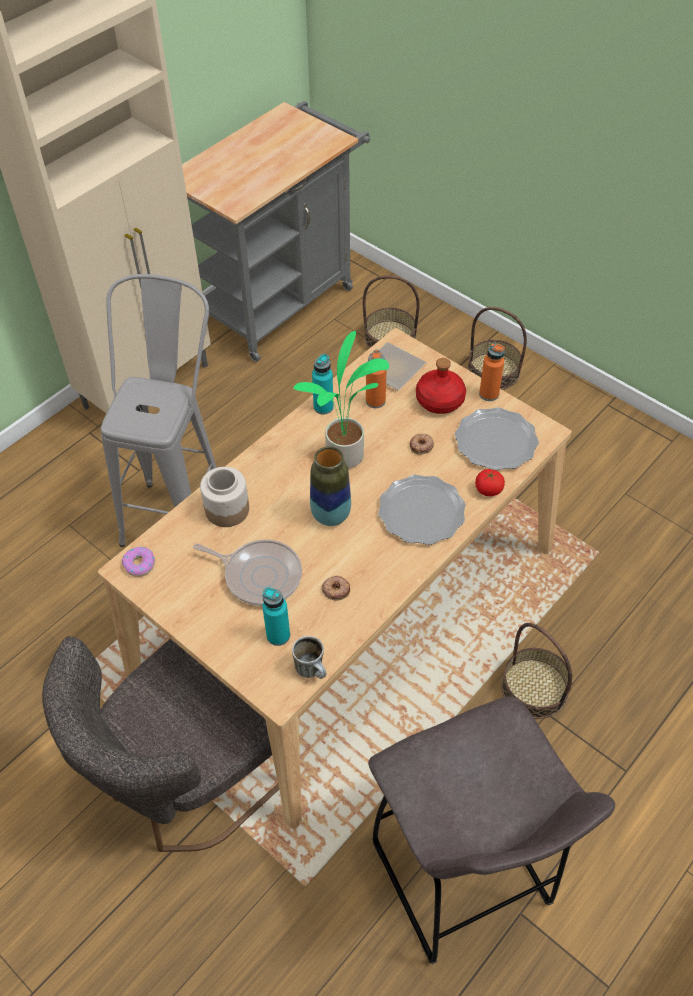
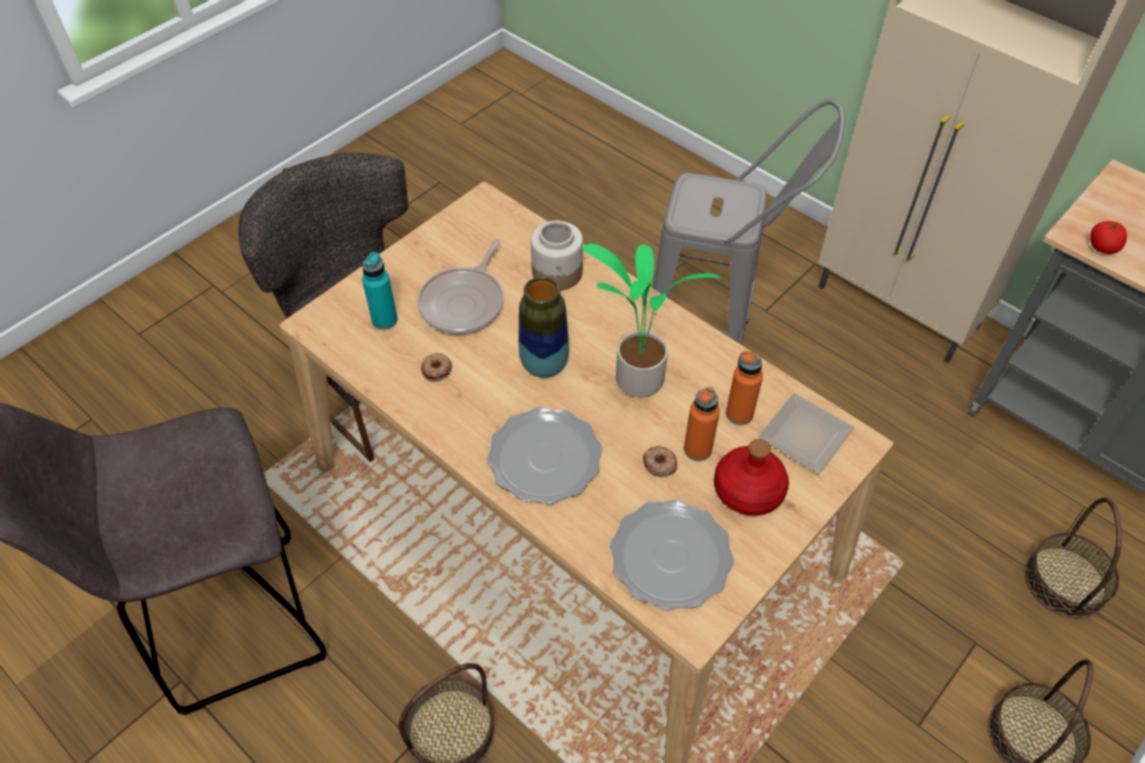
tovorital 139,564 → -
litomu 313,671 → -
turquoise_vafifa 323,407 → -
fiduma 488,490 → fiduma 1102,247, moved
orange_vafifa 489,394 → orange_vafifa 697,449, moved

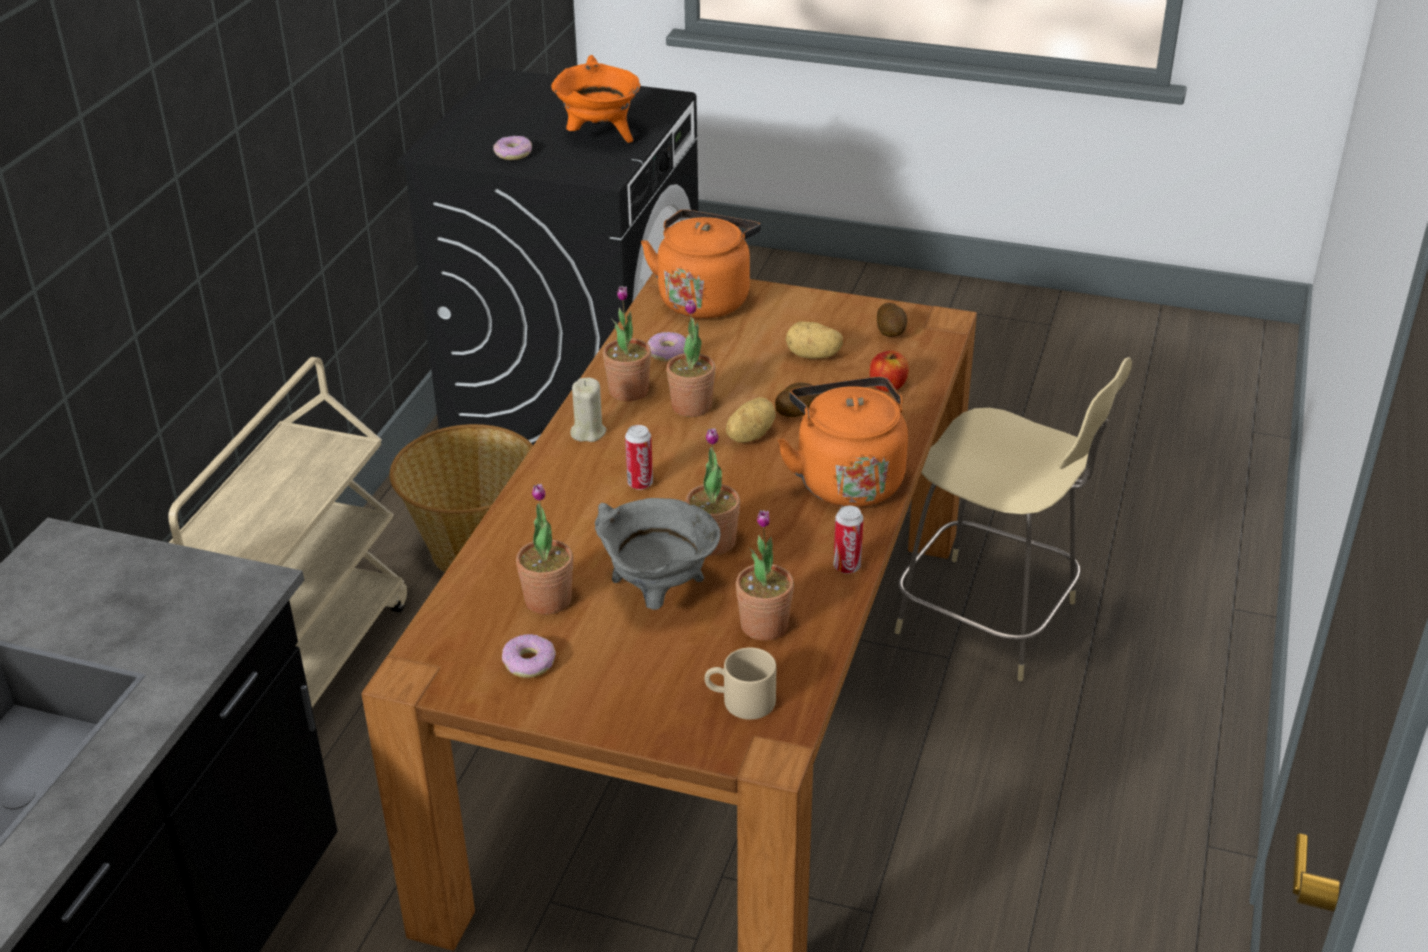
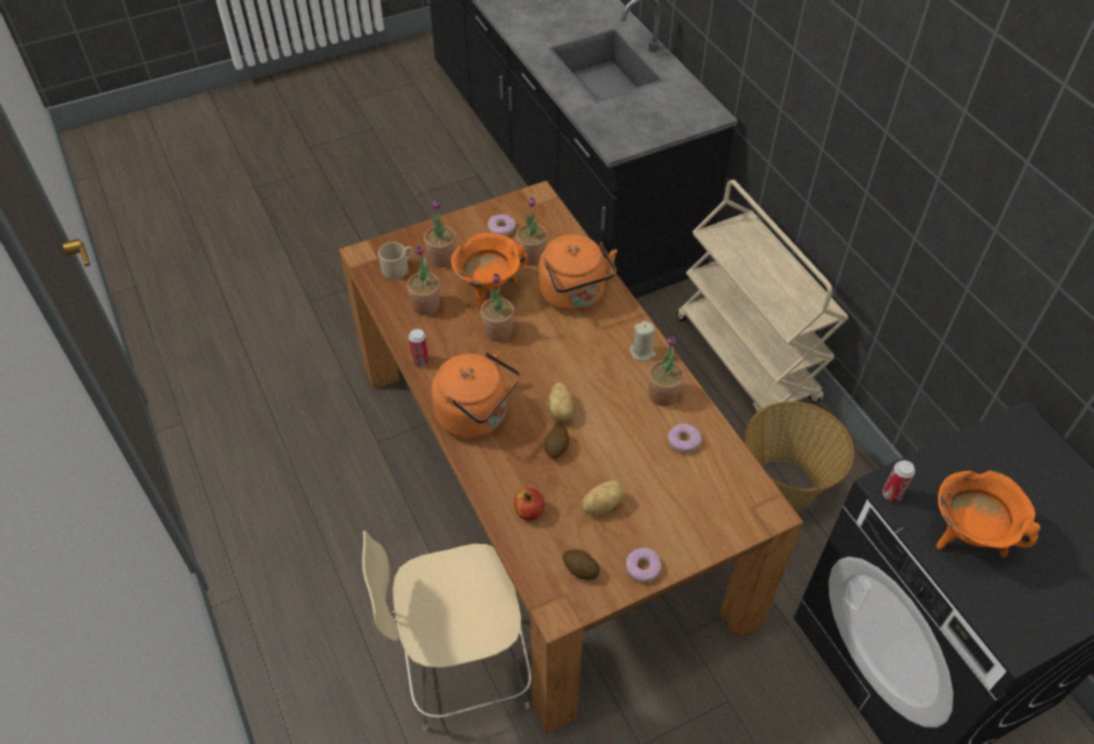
tovorital 513,154 → tovorital 642,568, moved
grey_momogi 659,594 → orange_momogi 489,289
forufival 640,484 → forufival 891,494, moved
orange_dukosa 705,298 → orange_dukosa 574,296, moved
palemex 691,406 → palemex 442,258, moved

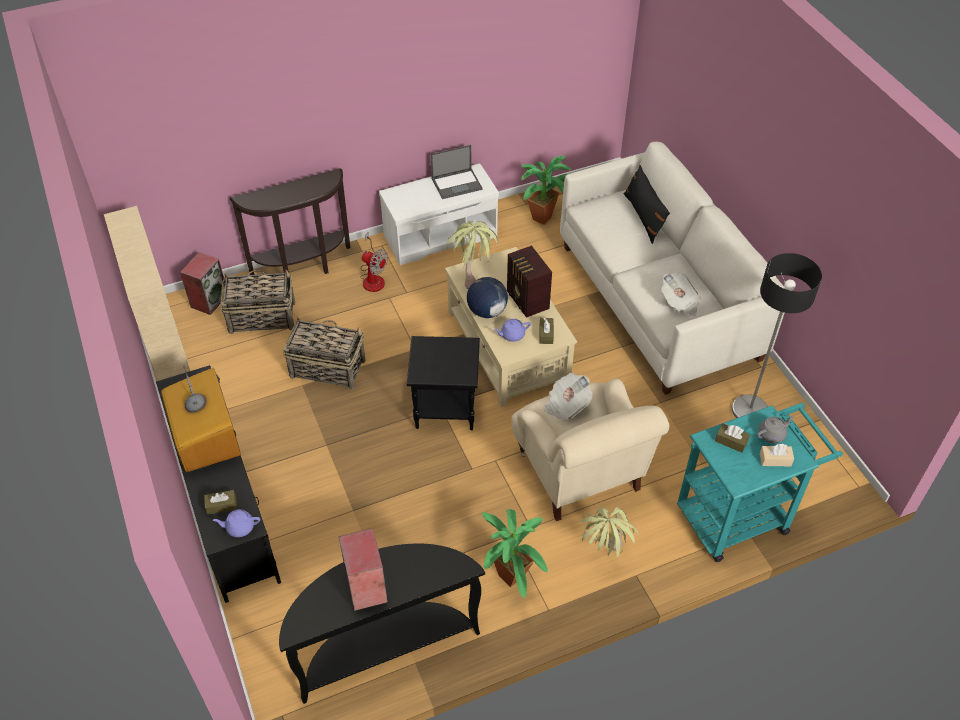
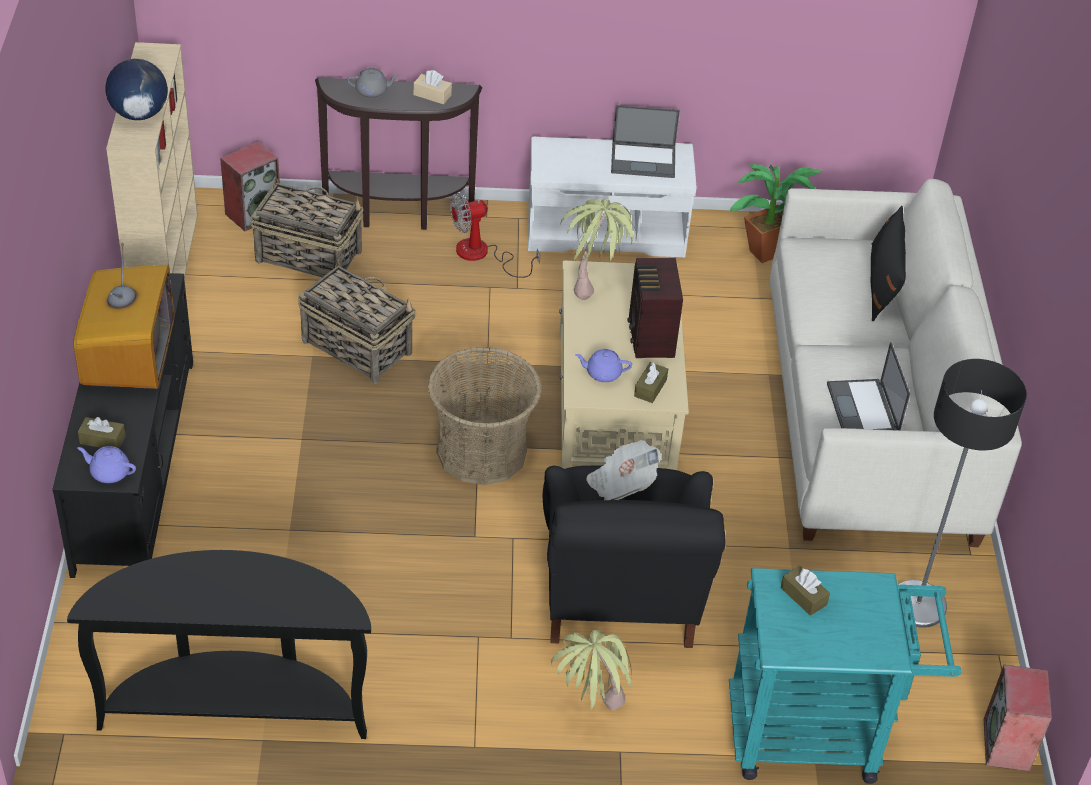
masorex 367,587 → masorex 1007,745, moved
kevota 373,278 → kevota 482,255, 105 degrees clockwise
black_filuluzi 444,410 → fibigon 481,451
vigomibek 486,311 → vigomibek 139,114, moved
palemex 512,581 → -
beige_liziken 579,473 → black_liziken 619,596
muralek 680,302 → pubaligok 863,409
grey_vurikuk 772,434 → grey_vurikuk 372,91, moved
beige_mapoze 775,459 → beige_mapoze 432,95, moved

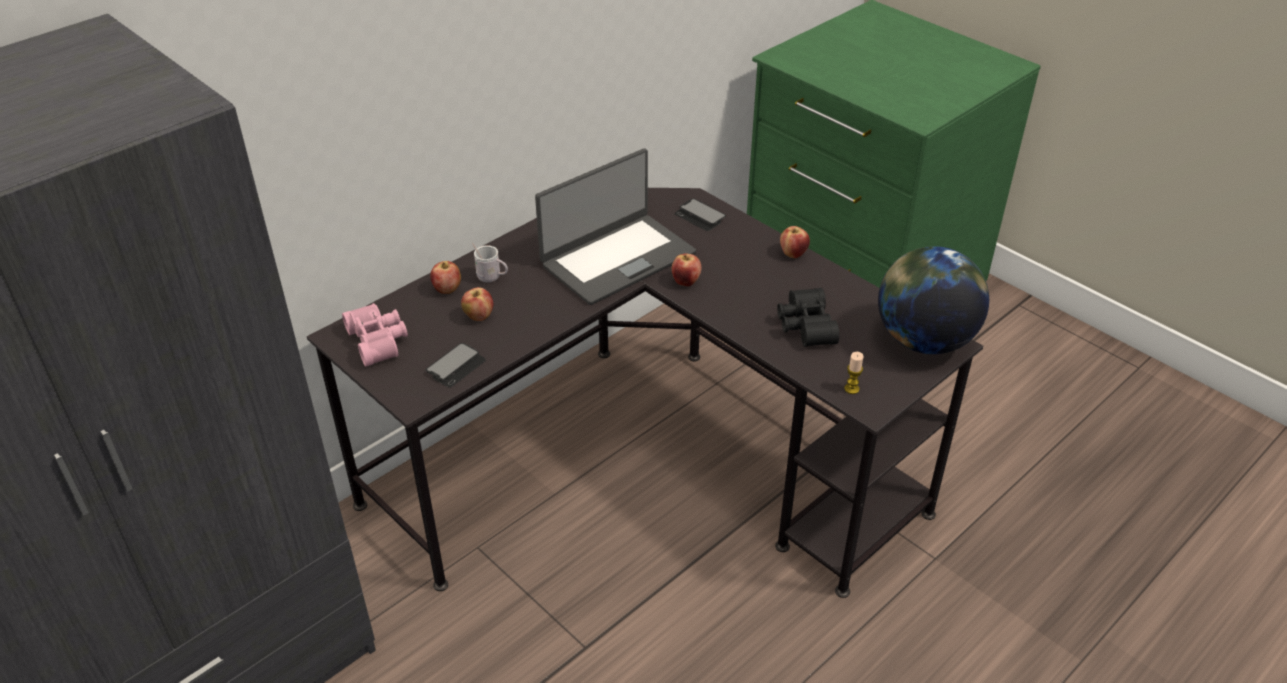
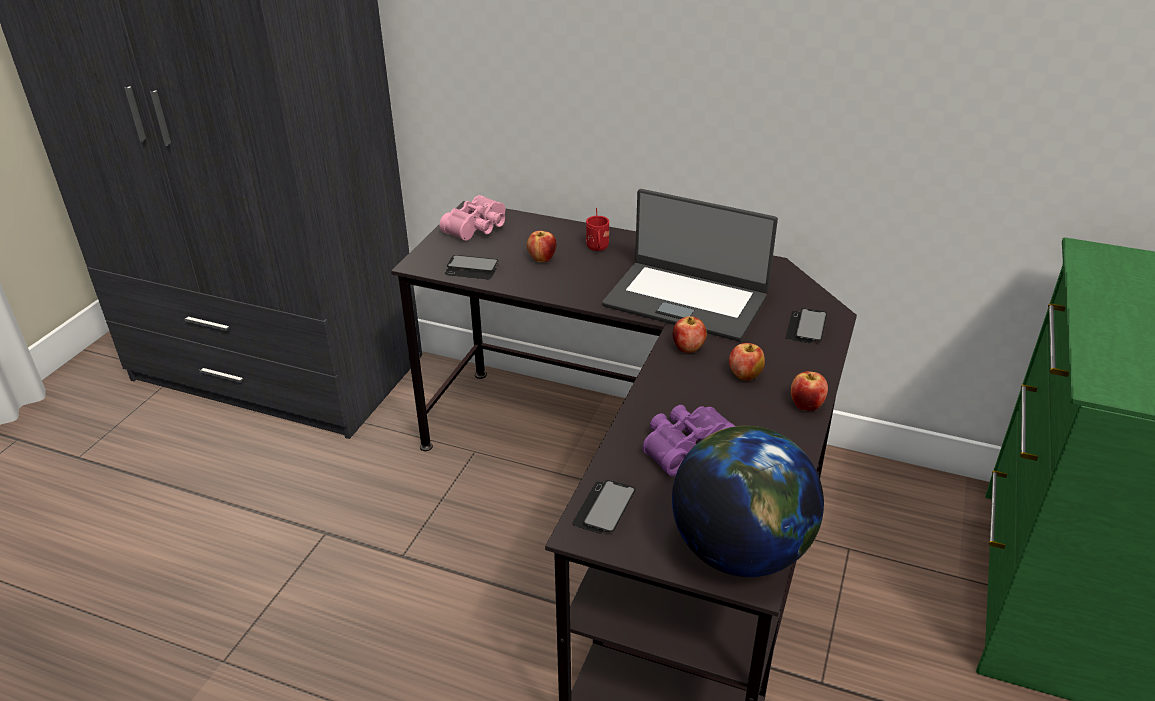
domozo 447,290 → domozo 744,376, moved
white_litomu 492,278 → red_litomu 597,249
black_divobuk 804,326 → purple_divobuk 684,445
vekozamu 851,389 → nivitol 604,508

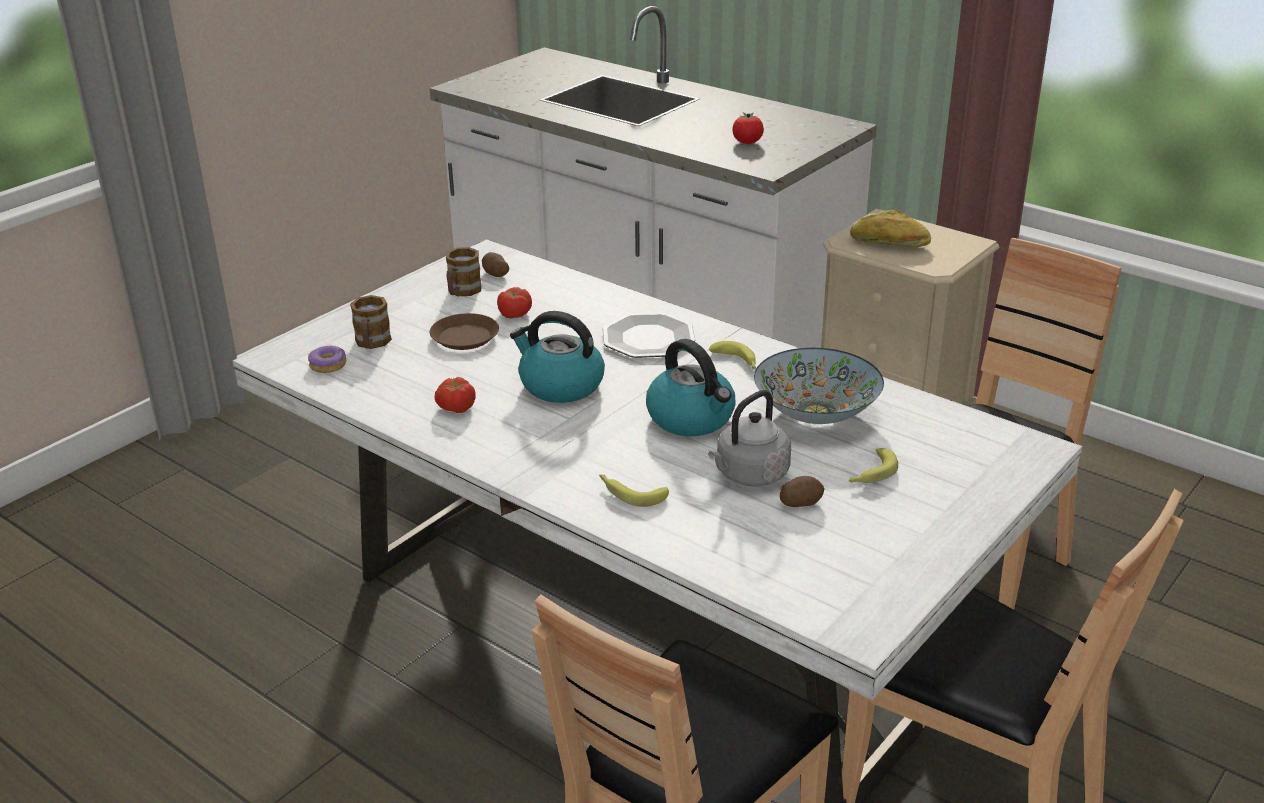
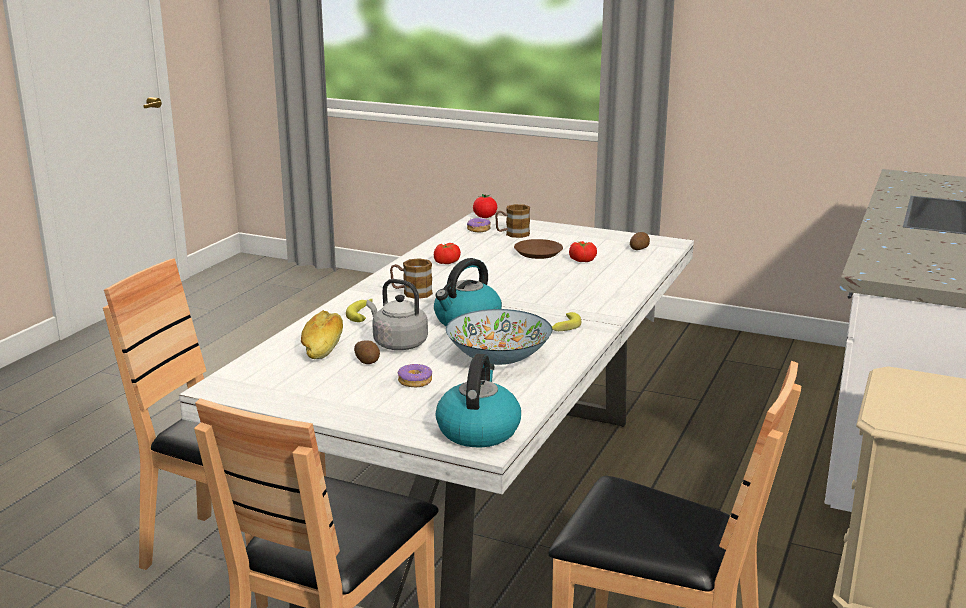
litomu 461,292 → litomu 411,293, moved
dukosa 560,385 → dukosa 478,430, moved
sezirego 648,338 → -
fiduma 747,142 → fiduma 485,217, moved
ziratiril 870,474 → tovorital 415,381
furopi 889,243 → furopi 323,347, moved

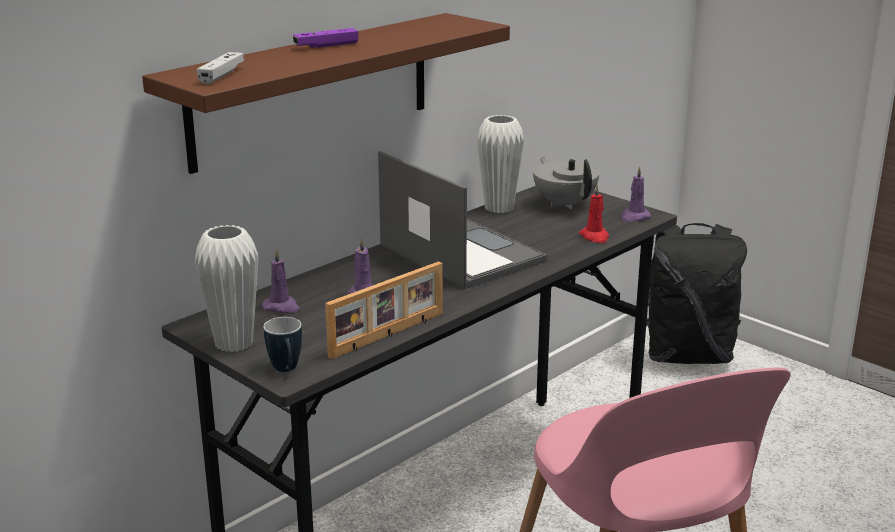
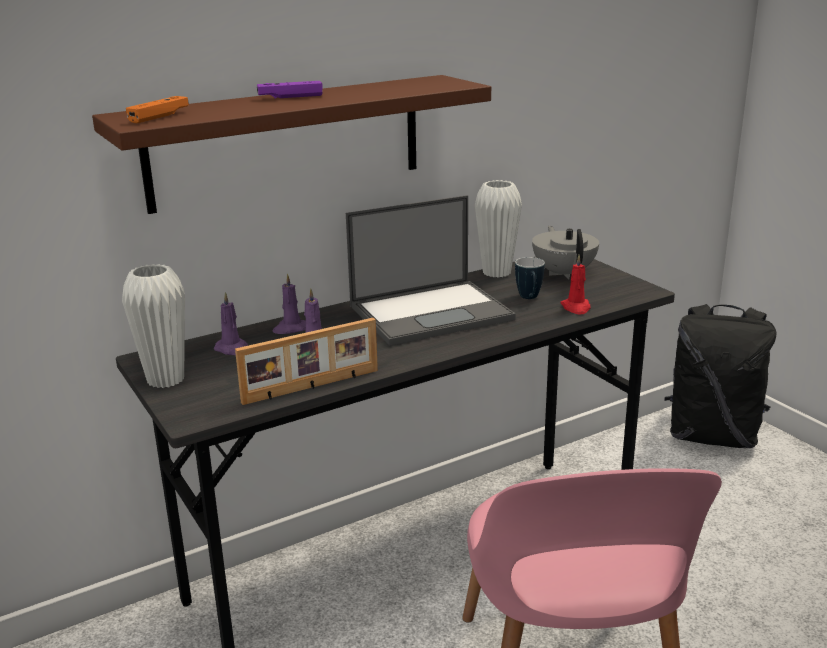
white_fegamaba 221,75 → orange_fegamaba 159,117
litomu 286,370 → litomu 529,298, moved
pubaligok 459,253 → pubaligok 432,312, 90 degrees clockwise
purple_vekozamu 634,217 → purple_vekozamu 290,329, moved

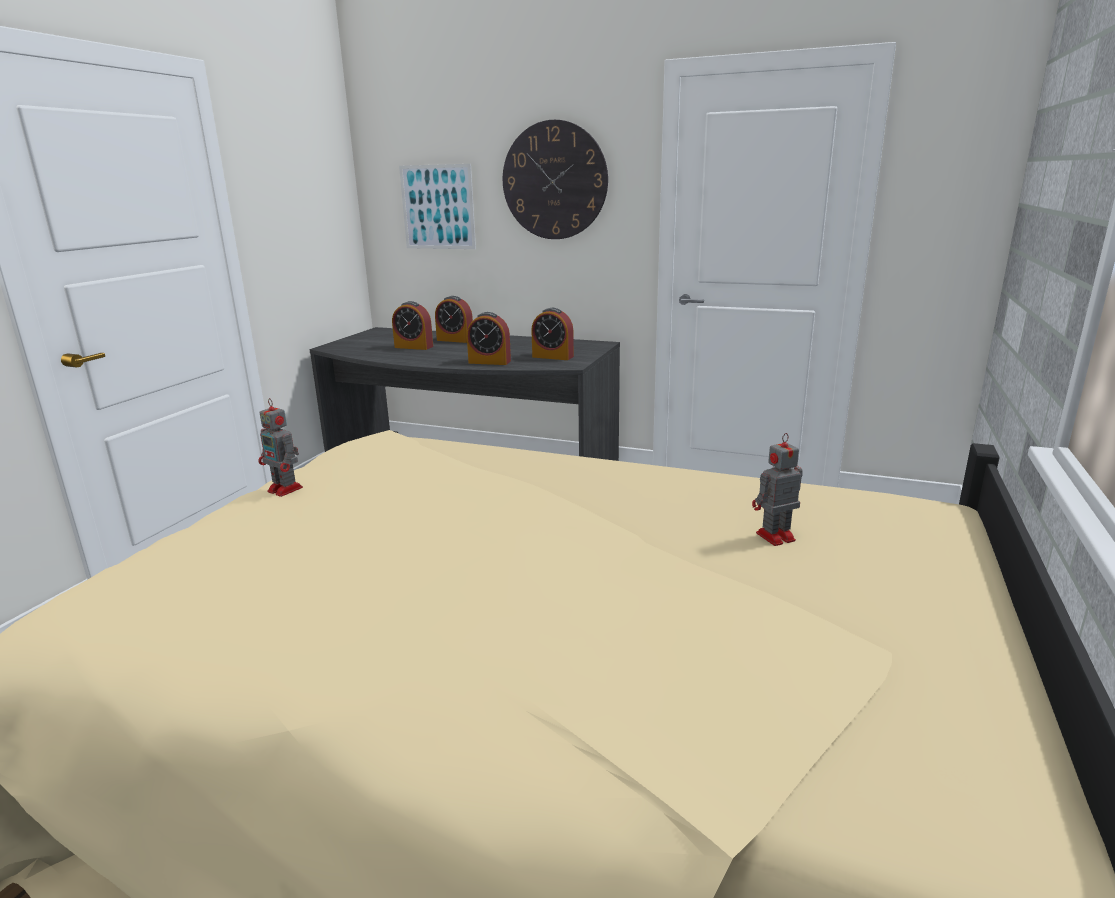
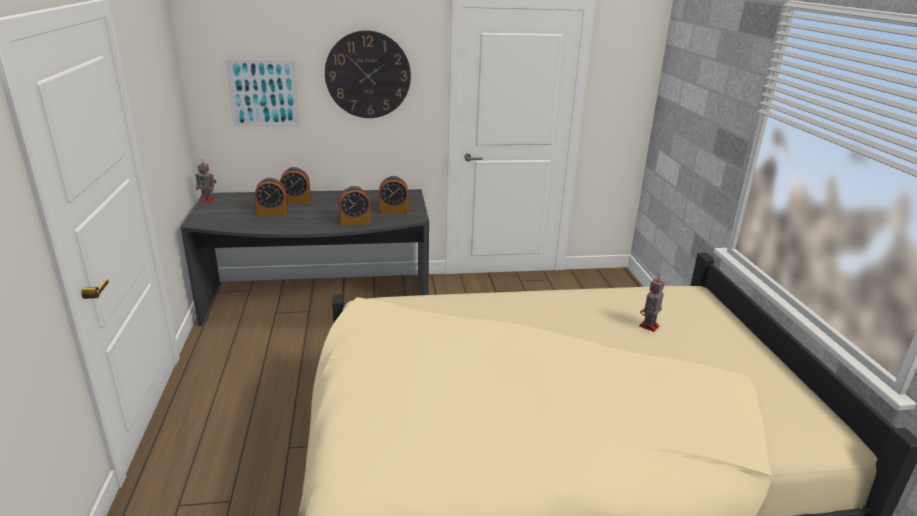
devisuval 286,490 → devisuval 209,200, moved

